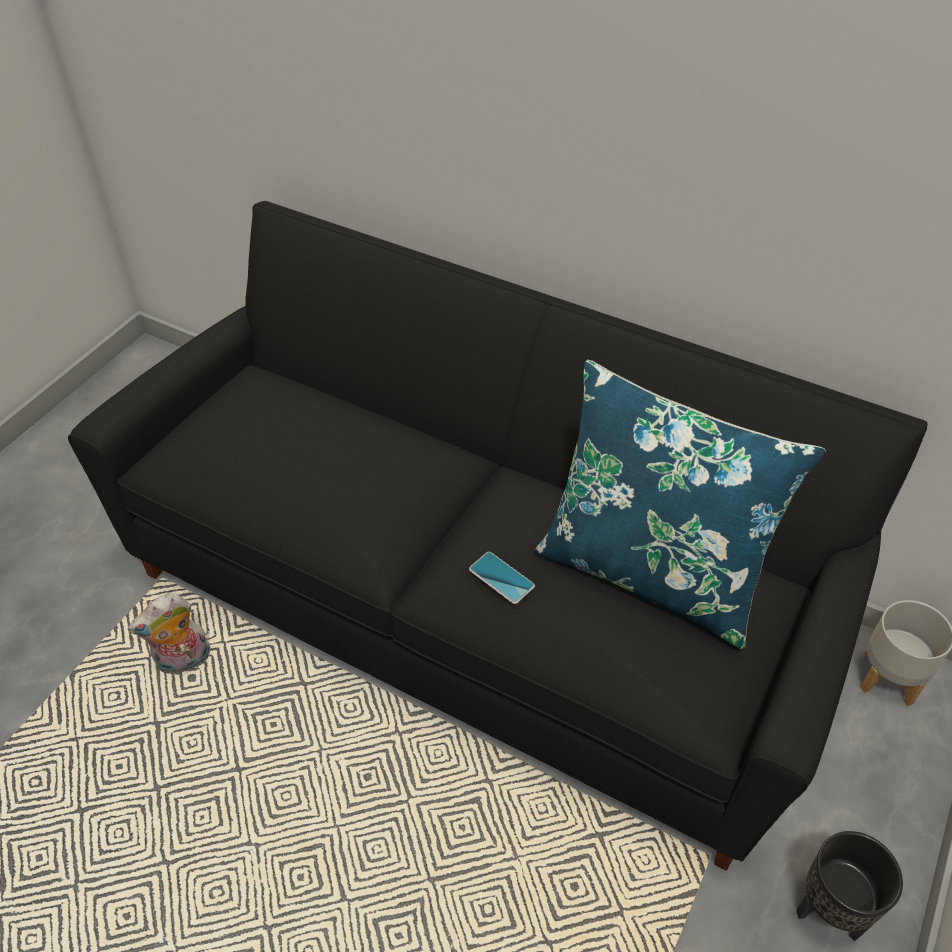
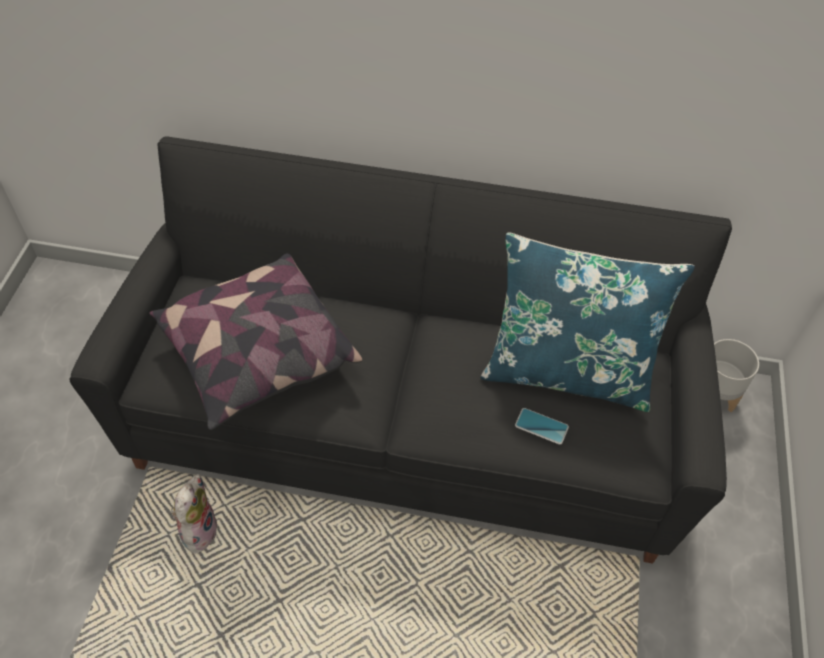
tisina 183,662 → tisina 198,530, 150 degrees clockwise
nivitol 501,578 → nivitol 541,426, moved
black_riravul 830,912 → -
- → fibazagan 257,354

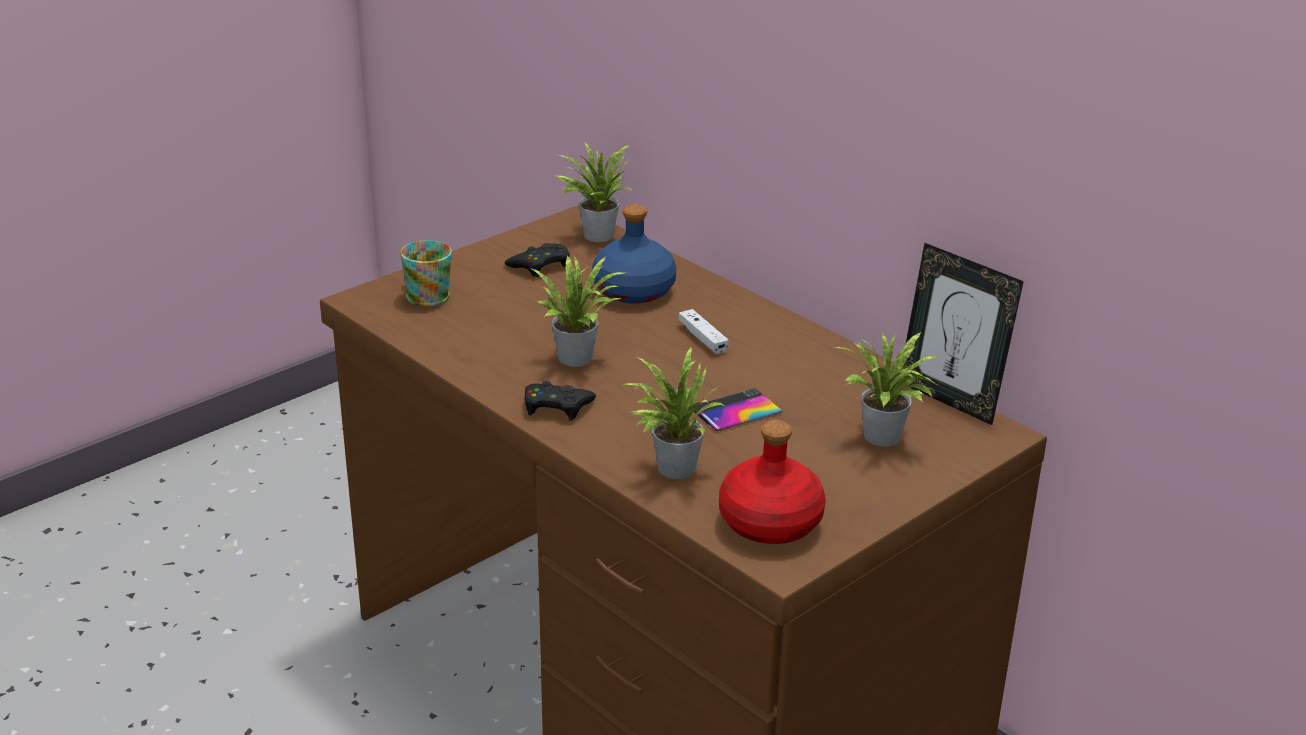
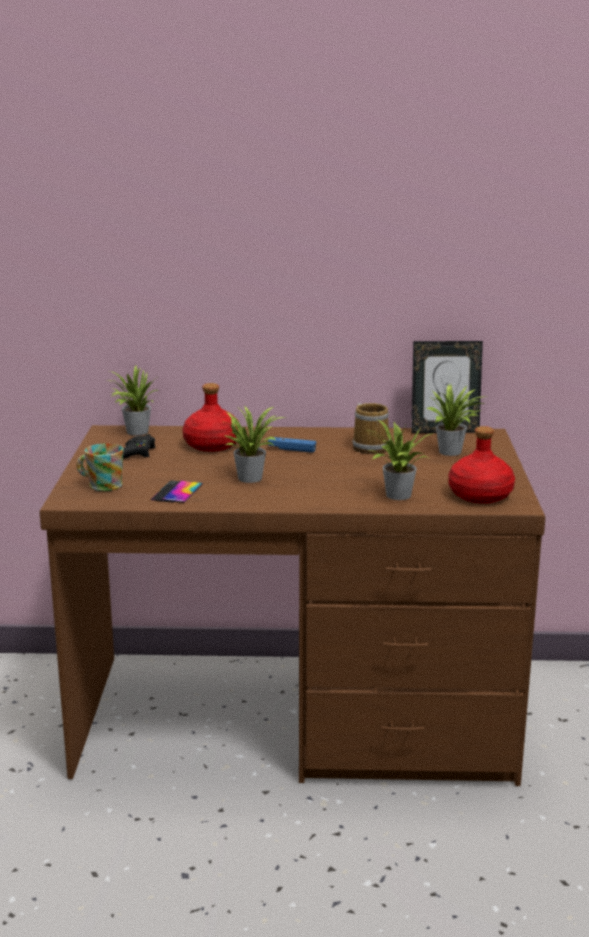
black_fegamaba 556,406 → -
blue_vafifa 633,291 → red_vafifa 212,445
white_fegamaba 702,338 → blue_fegamaba 291,449
nivitol 736,410 → nivitol 177,492, moved
- → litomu 370,447

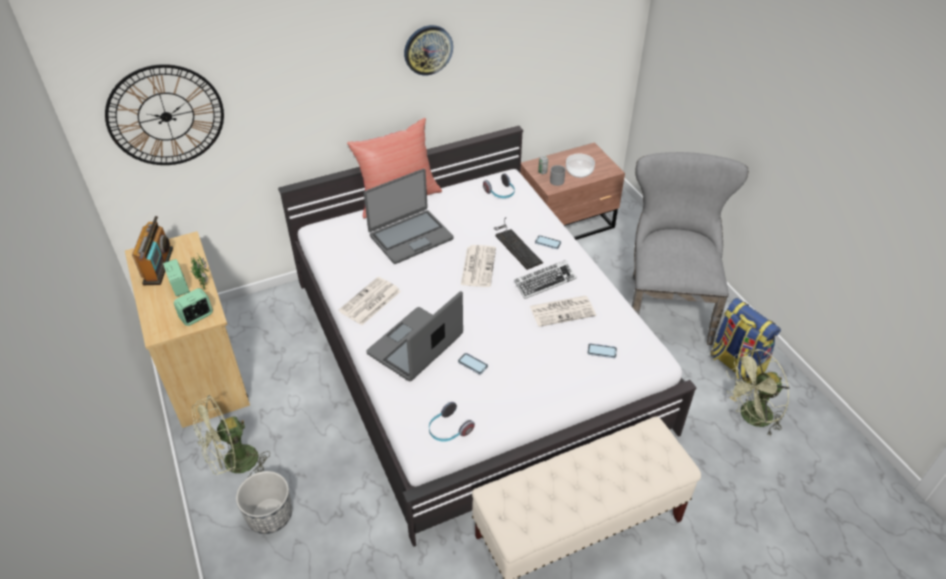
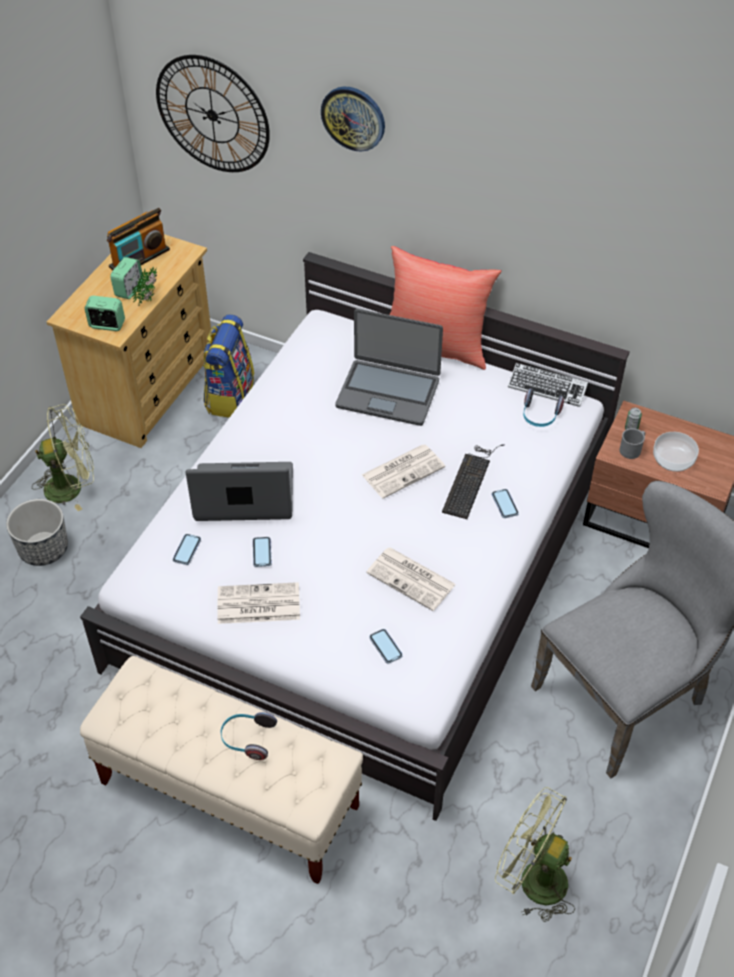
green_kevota 234,464 → green_kevota 71,486, 150 degrees clockwise
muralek 370,302 → muralek 257,604, moved
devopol 428,49 → devopol 353,118, moved
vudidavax 448,430 → vudidavax 247,739, moved
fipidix 545,282 → fipidix 547,388, moved
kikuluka 735,364 → kikuluka 229,396, moved
- → nivitol 187,550

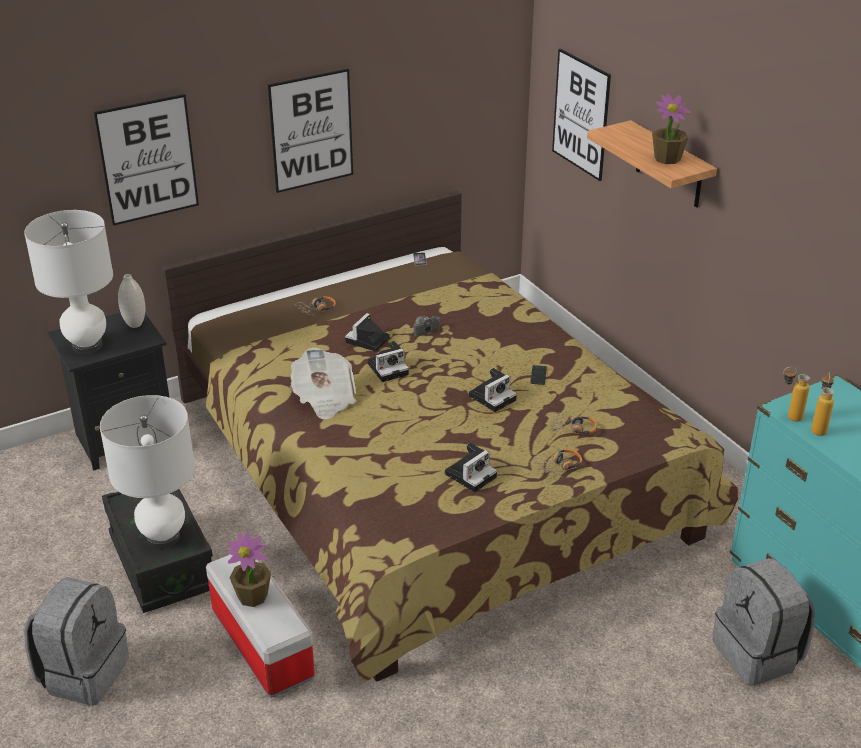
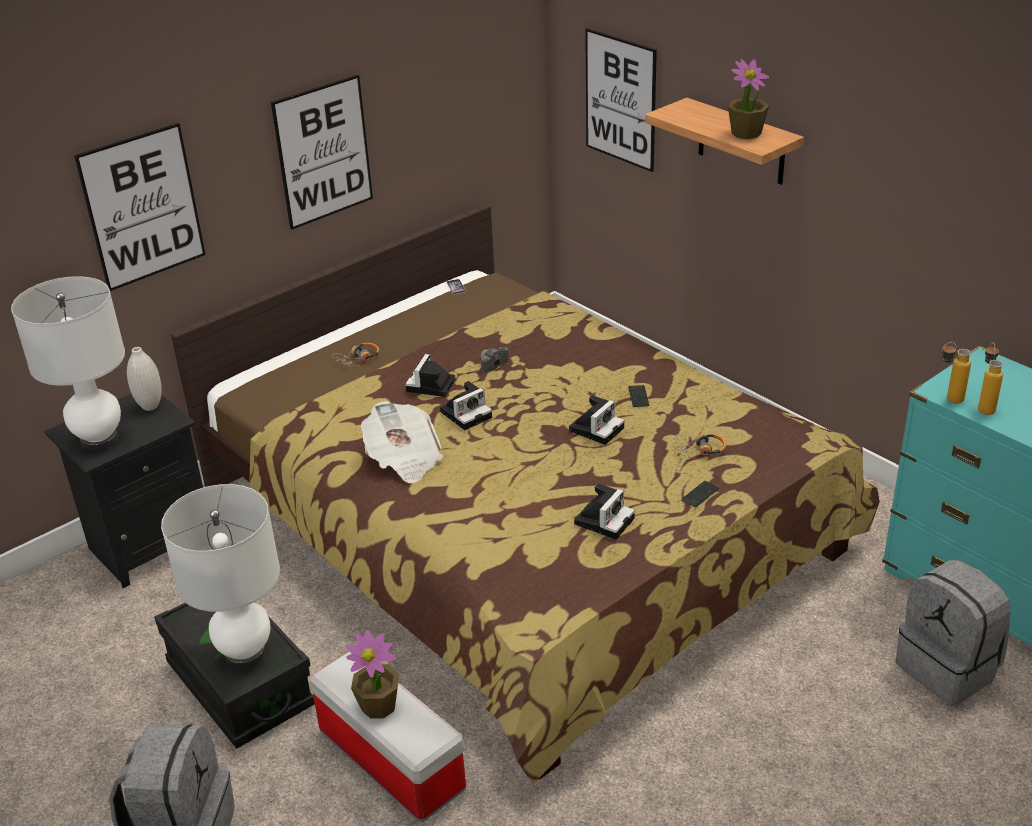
vudidavax 559,467 → nivitol 700,495

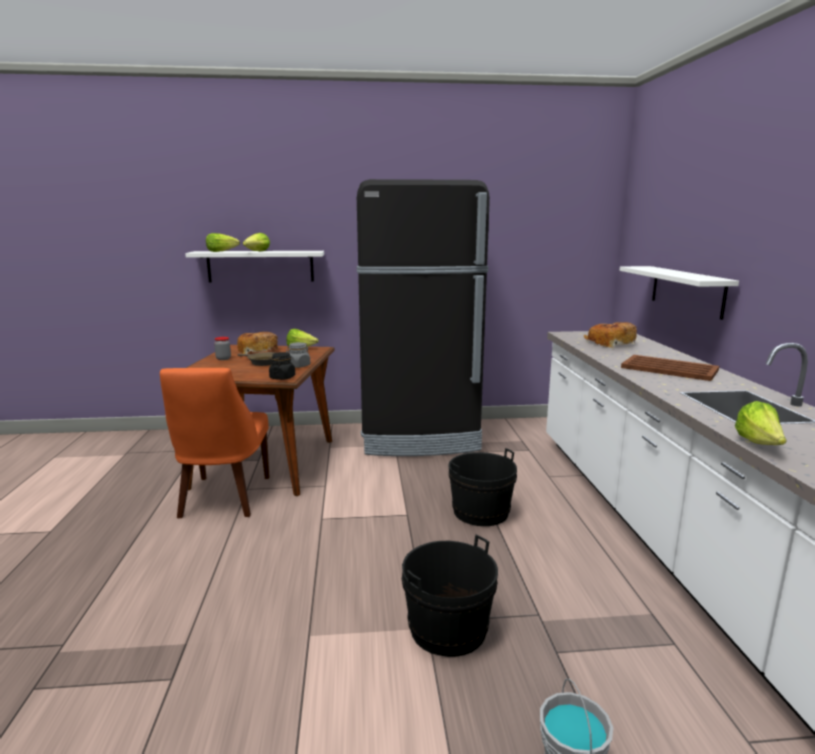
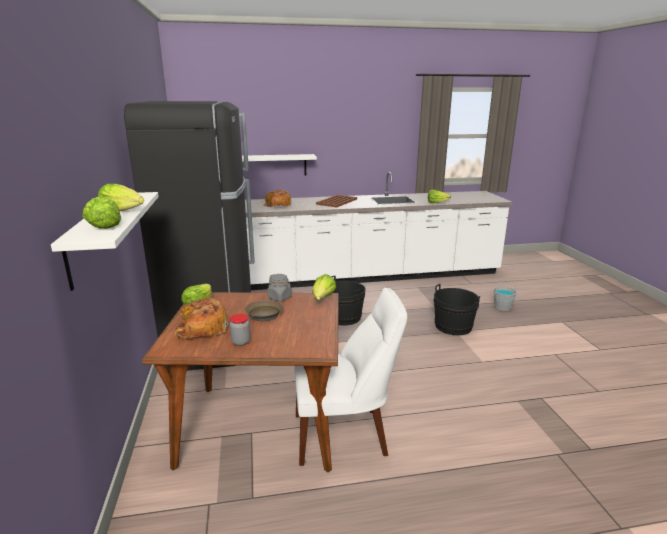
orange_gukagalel 223,499 → white_gukagalel 344,435
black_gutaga 282,377 → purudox 323,299

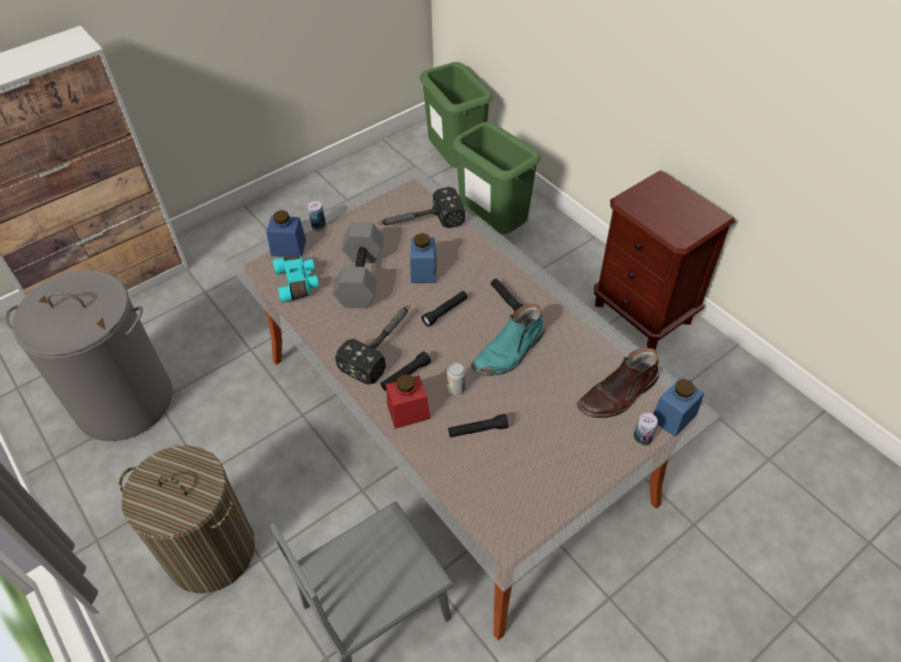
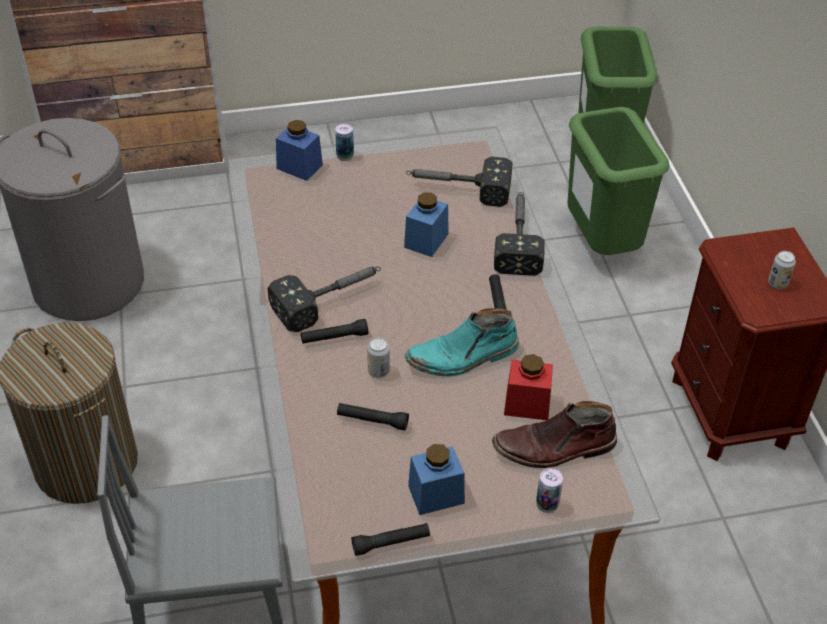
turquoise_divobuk 298,283 → -
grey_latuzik 359,277 → -
red_gutaga 408,412 → red_gutaga 527,404, moved
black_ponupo 445,312 → black_ponupo 391,543, moved
blue_gutaga 673,417 → blue_gutaga 436,494, moved
- → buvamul 518,238
- → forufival 777,283

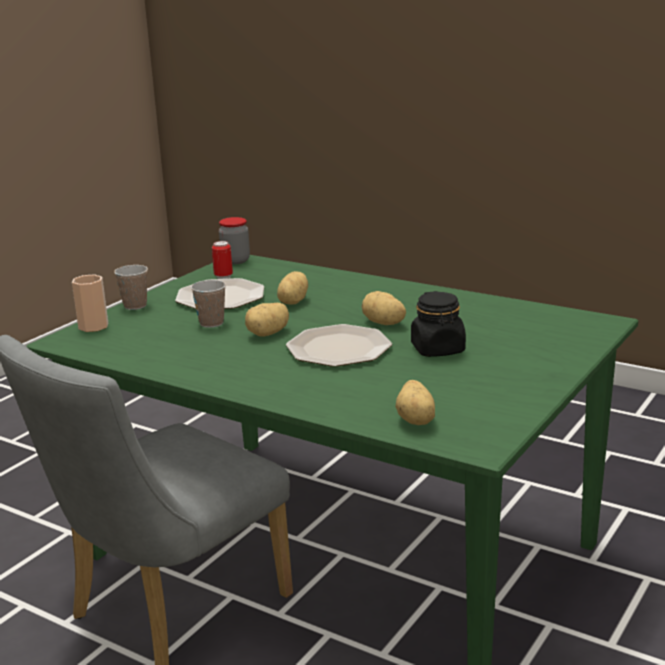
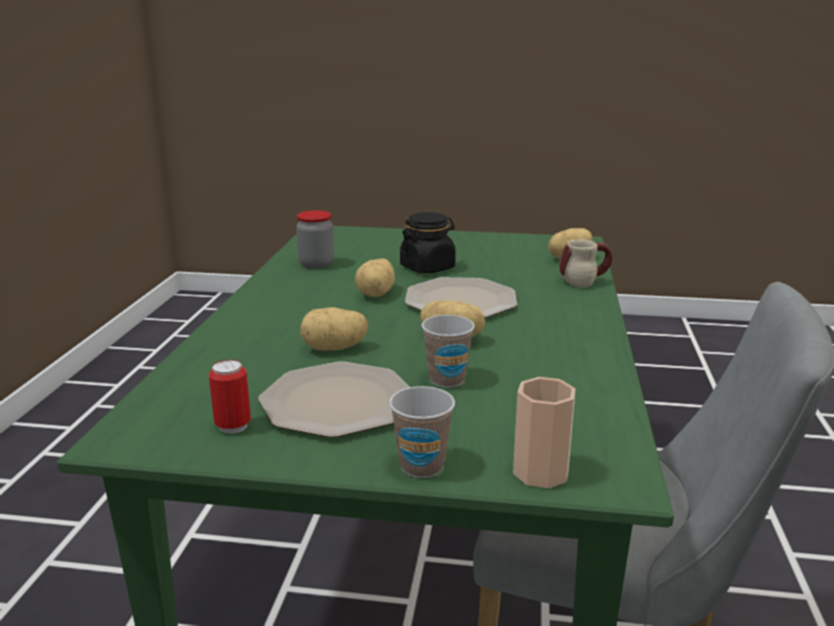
gutaga 235,261 → gutaga 316,264, moved
- → litomu 582,280

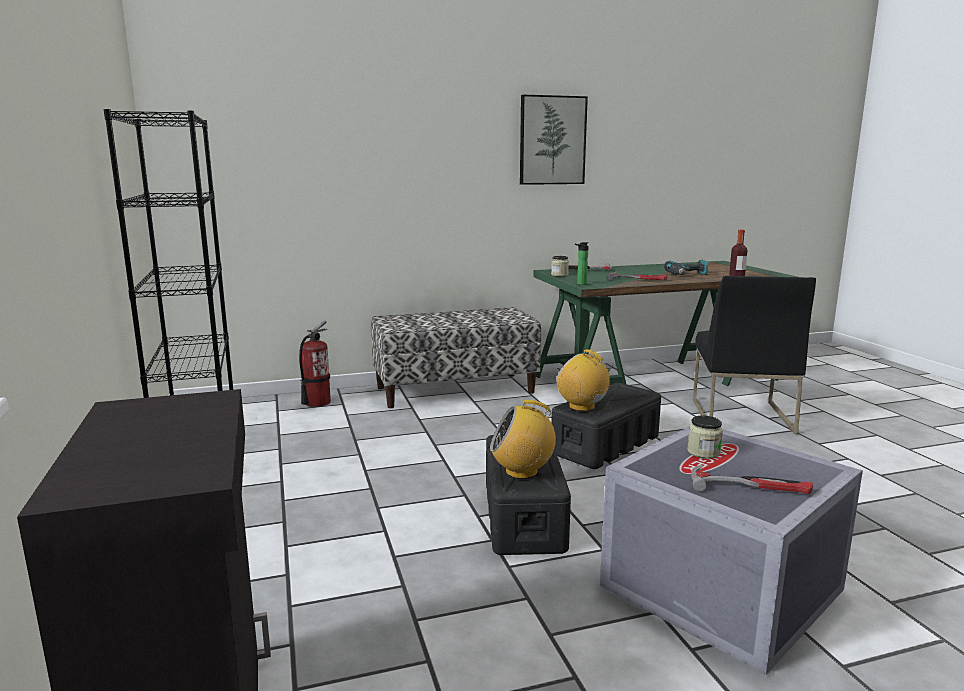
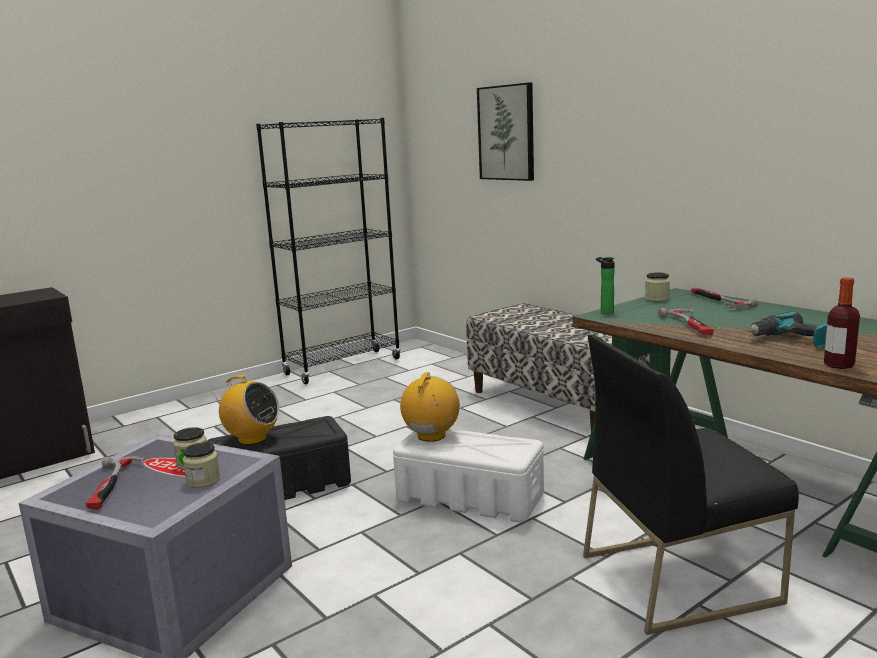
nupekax 317,403 → -
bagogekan 522,472 → bagogekan 252,439, 135 degrees clockwise
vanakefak 552,140 → vanakefak 507,133, moved
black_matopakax 605,445 → white_matopakax 469,497
- → gutaga 203,480

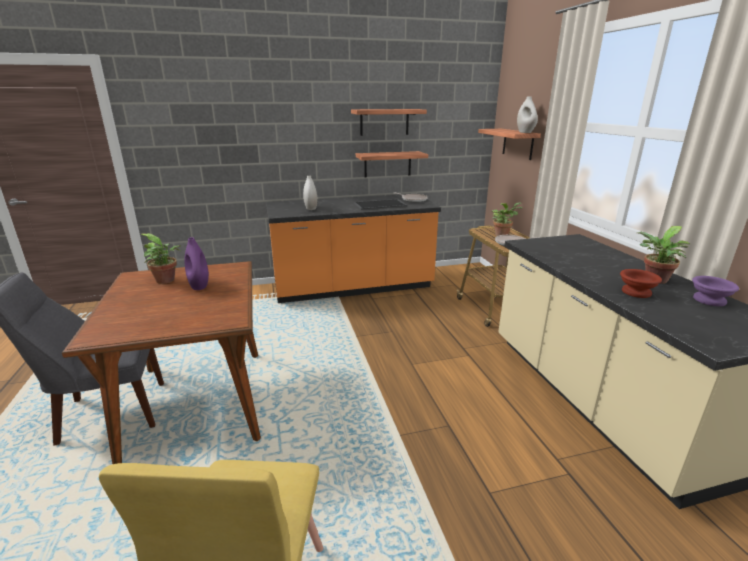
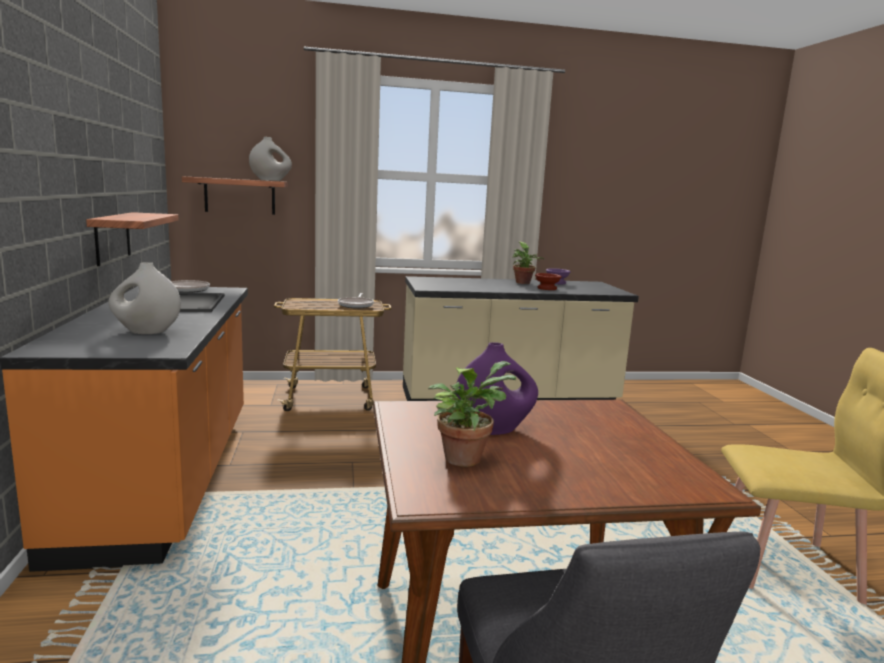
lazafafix 384,122 → -
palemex 502,234 → -

